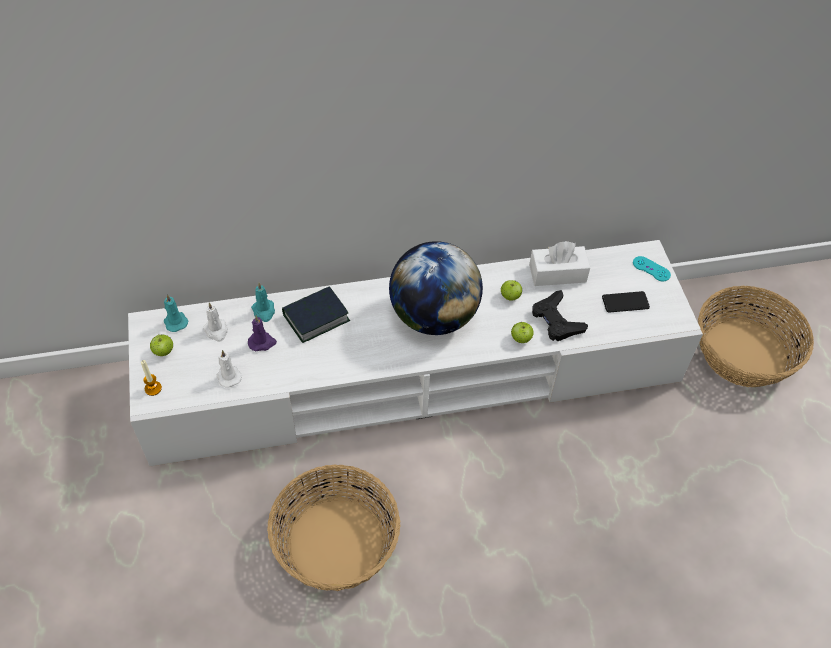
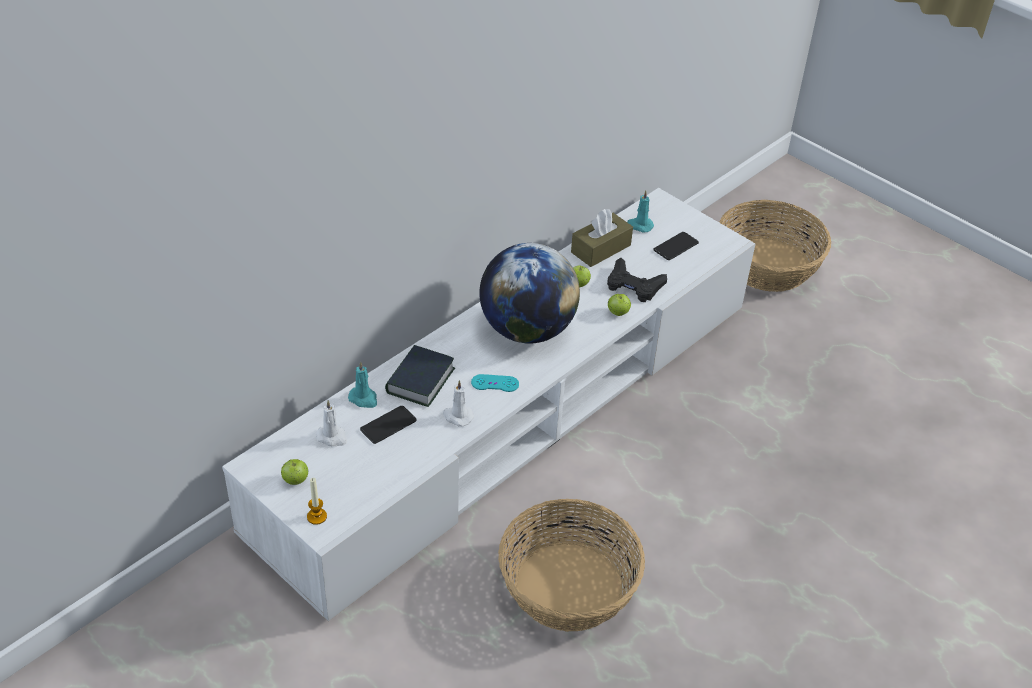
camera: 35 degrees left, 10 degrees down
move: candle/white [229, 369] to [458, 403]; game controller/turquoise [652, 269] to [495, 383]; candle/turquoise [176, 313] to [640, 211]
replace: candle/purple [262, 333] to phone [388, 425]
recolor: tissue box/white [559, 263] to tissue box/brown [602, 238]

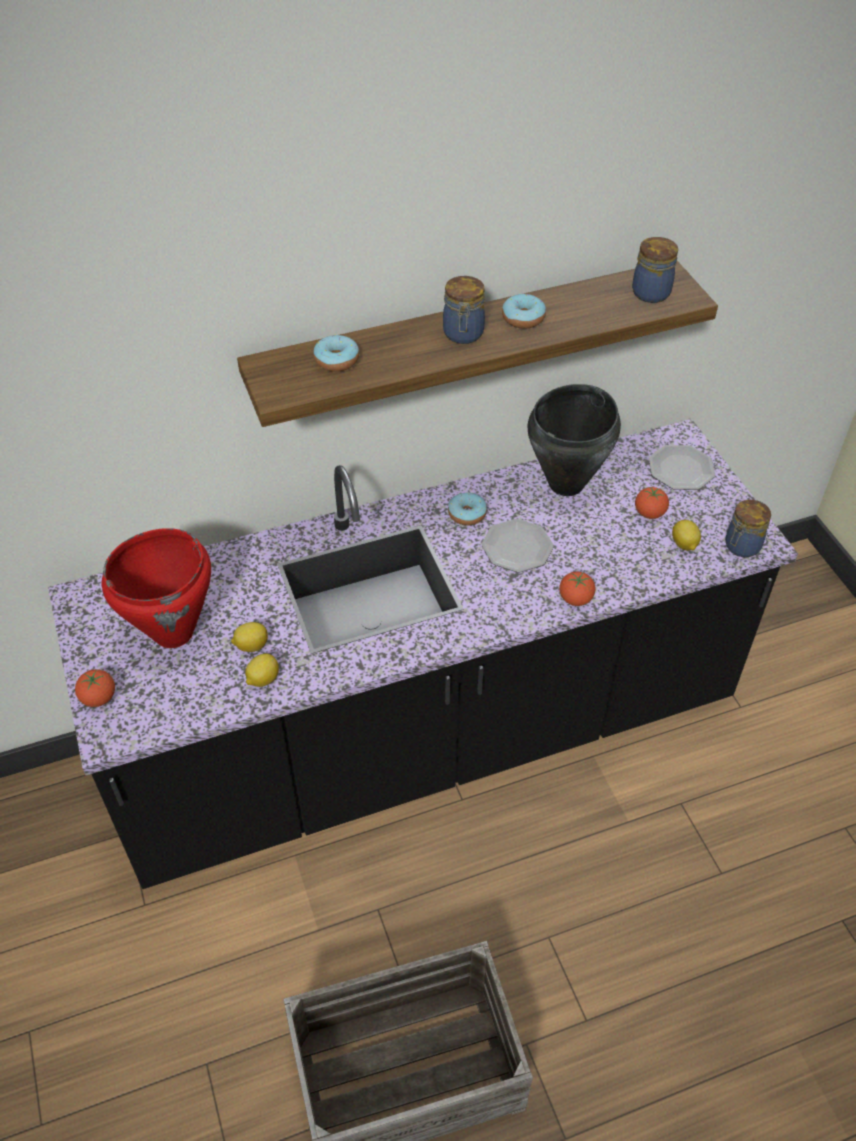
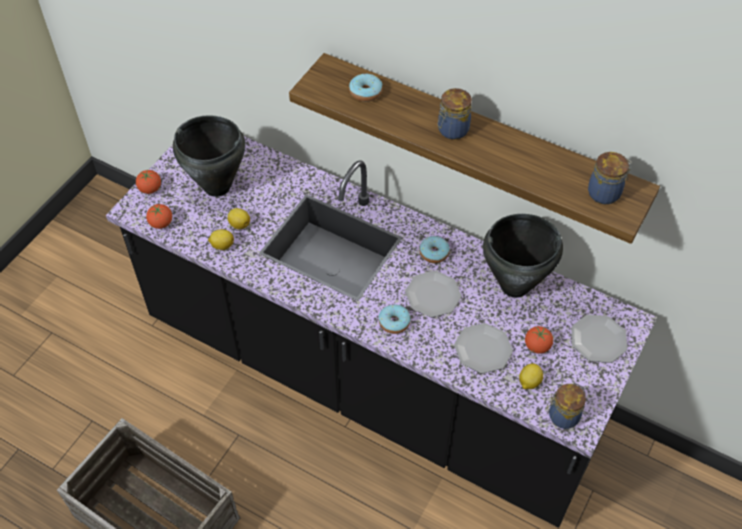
camera: 50 degrees right, 5 degrees up
insert: plate [483, 348]
move: tomato [577, 589] to [159, 216]; donut [524, 311] to [395, 319]
recolor: cooking pot/red [156, 588] to cooking pot/black [209, 156]

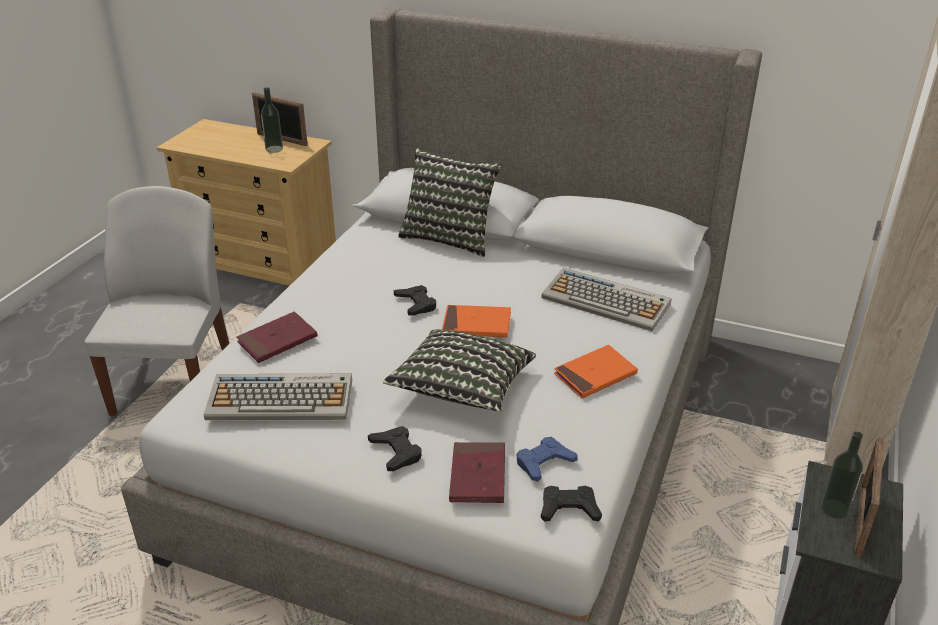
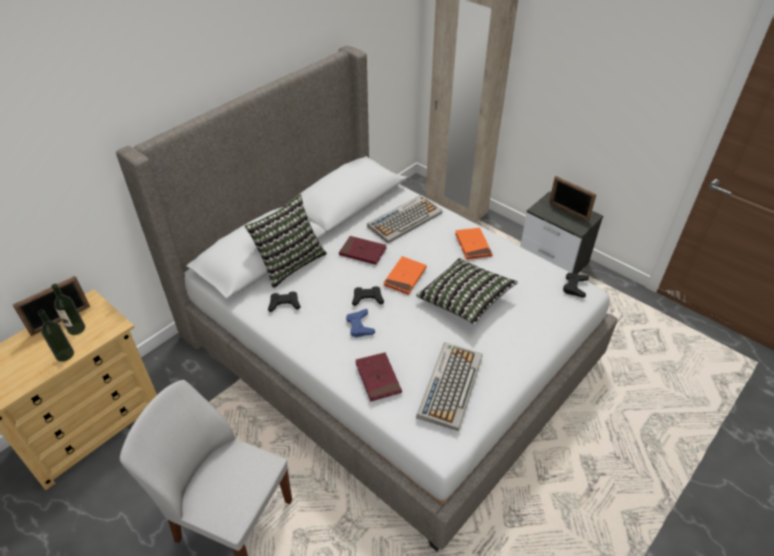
camera: 70 degrees left, 10 degrees up
move: bottle [842, 475] to [56, 336]; game controller/black [395, 448] to [284, 302]; book/red [477, 472] to [363, 250]; game controller/blue [547, 459] to [360, 323]

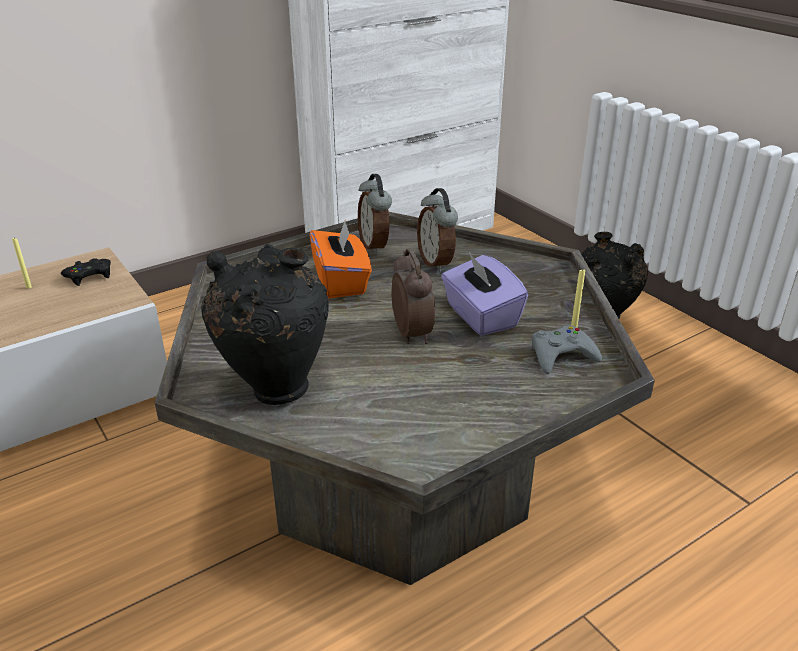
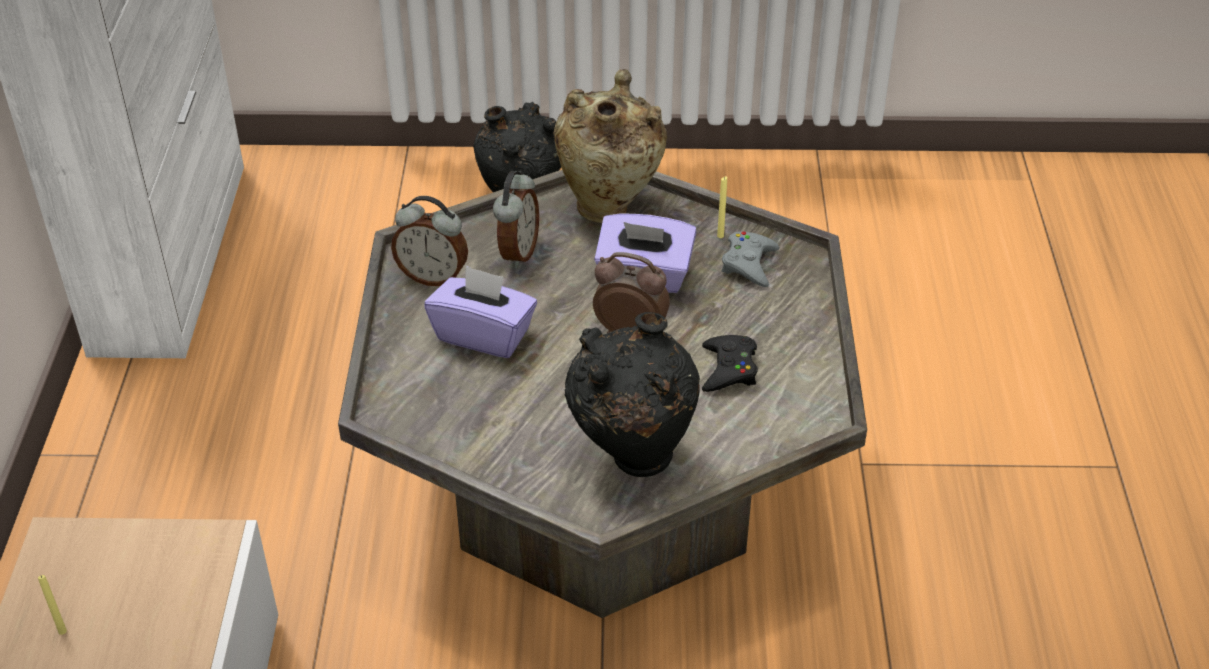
camera: 55 degrees left, 10 degrees up
insert: vase/beige [610, 146]
move: game controller/black [86, 272] to [730, 363]
recolor: tissue box/orange [340, 259] to tissue box/purple [481, 312]
rotate: alarm clock [437, 230] = [516, 219] 90 degrees counterclockwise

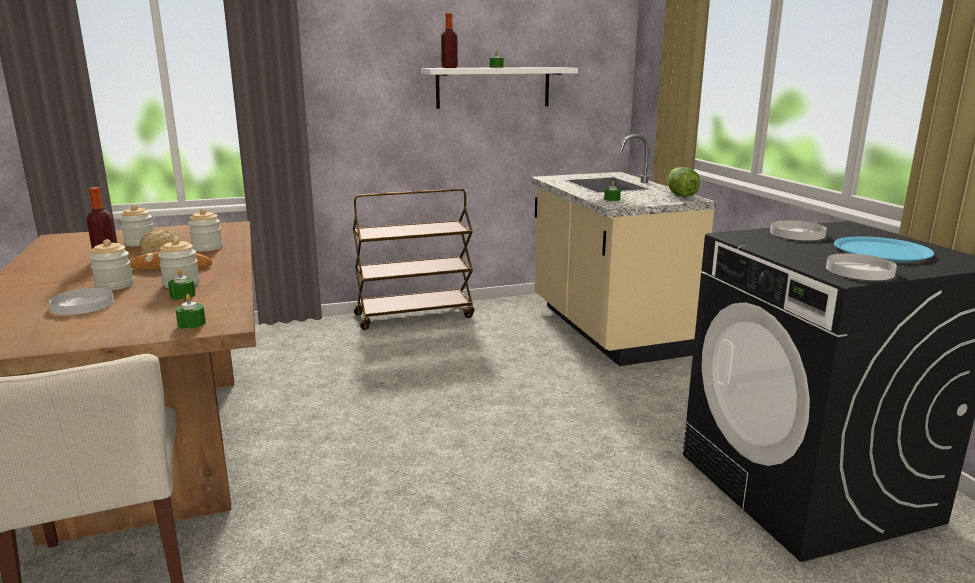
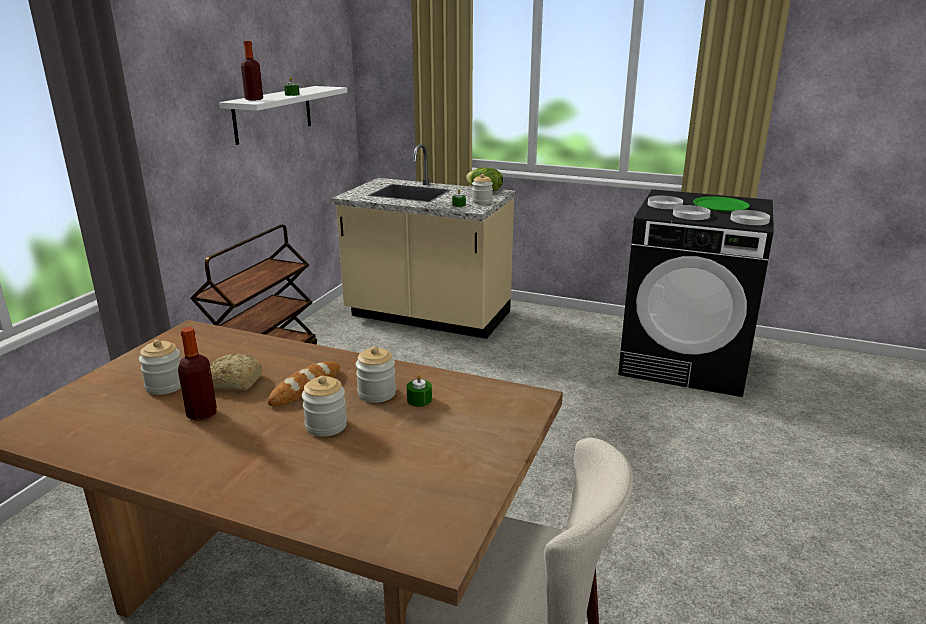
camera: 50 degrees left, 5 degrees up
delete: candle/green [190, 311]
move: jar [205, 230] to [482, 189]; plate/white [81, 301] to [692, 212]
recolor: plate/blue [884, 249] to plate/green [721, 204]

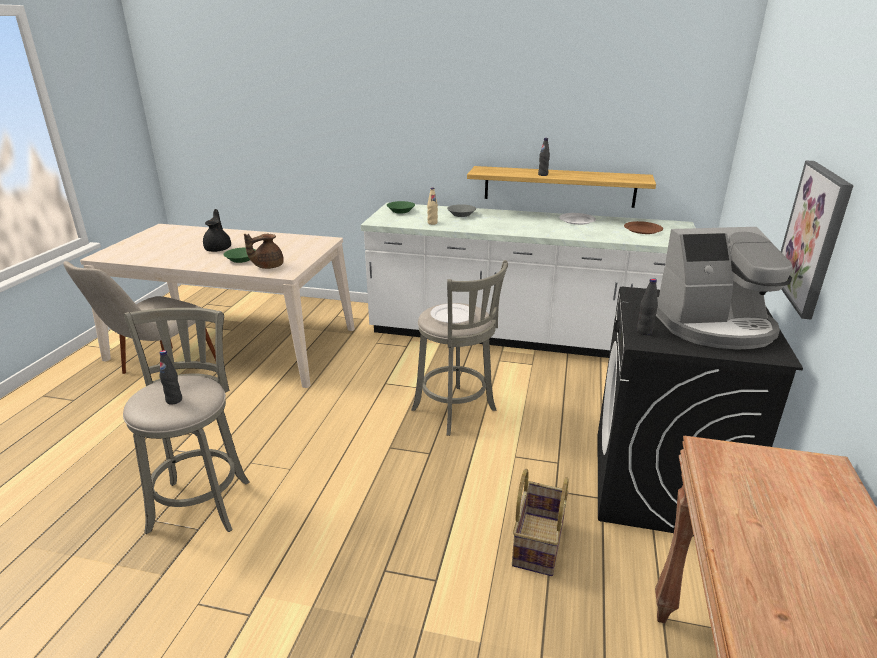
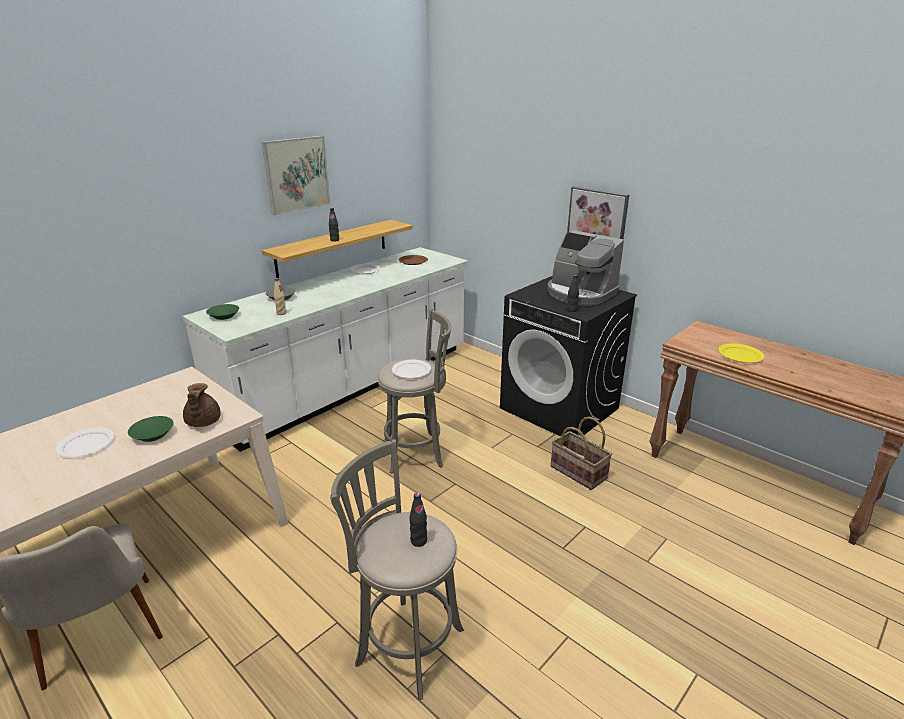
camera: 60 degrees left, 0 degrees up
insert: picture [296, 175]; plate/yellow [741, 353]
replace: teapot/black [217, 230] to plate/white [85, 442]
rotate: coffee machine [724, 288] = [585, 268] 105 degrees clockwise

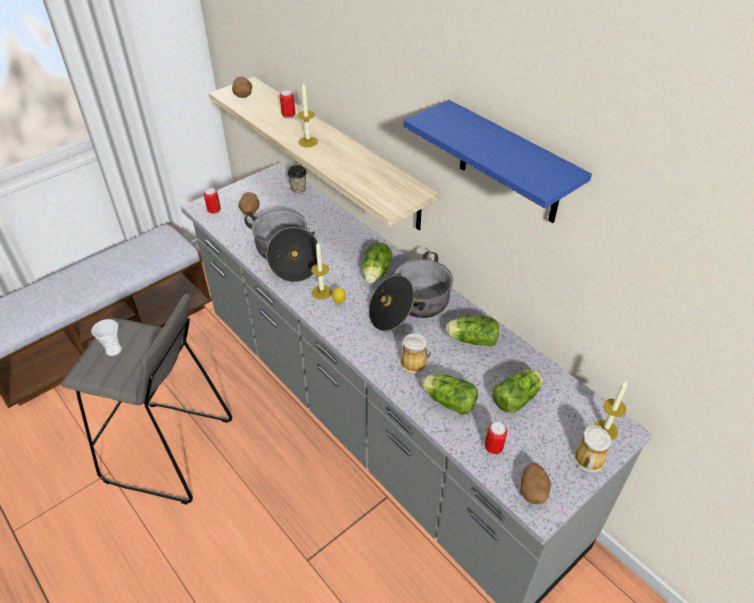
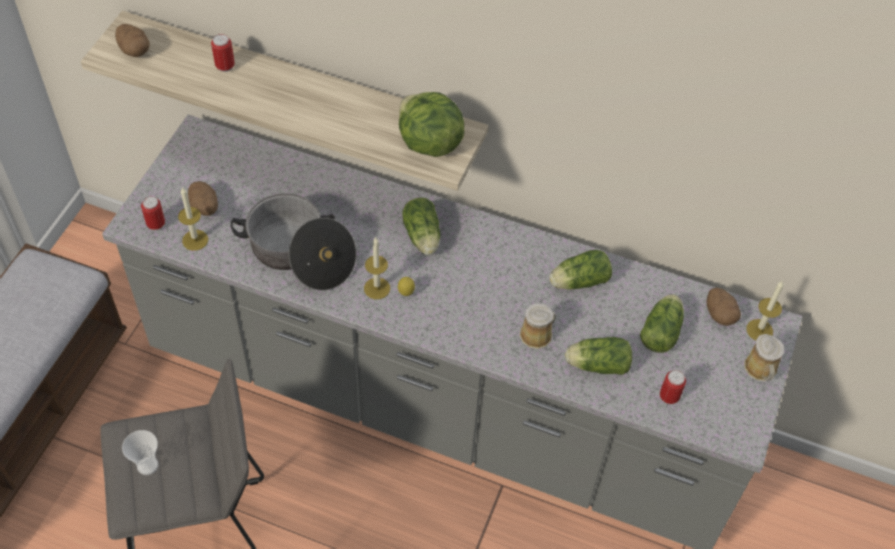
camera: 30 degrees left, 10 degrees up
delete: cup [297, 179]; cooking pot [411, 291]; shelf/blue [498, 161]
insert: lettuce [432, 124]
move: candle [307, 115] to [193, 219]; potato [535, 483] to [724, 307]

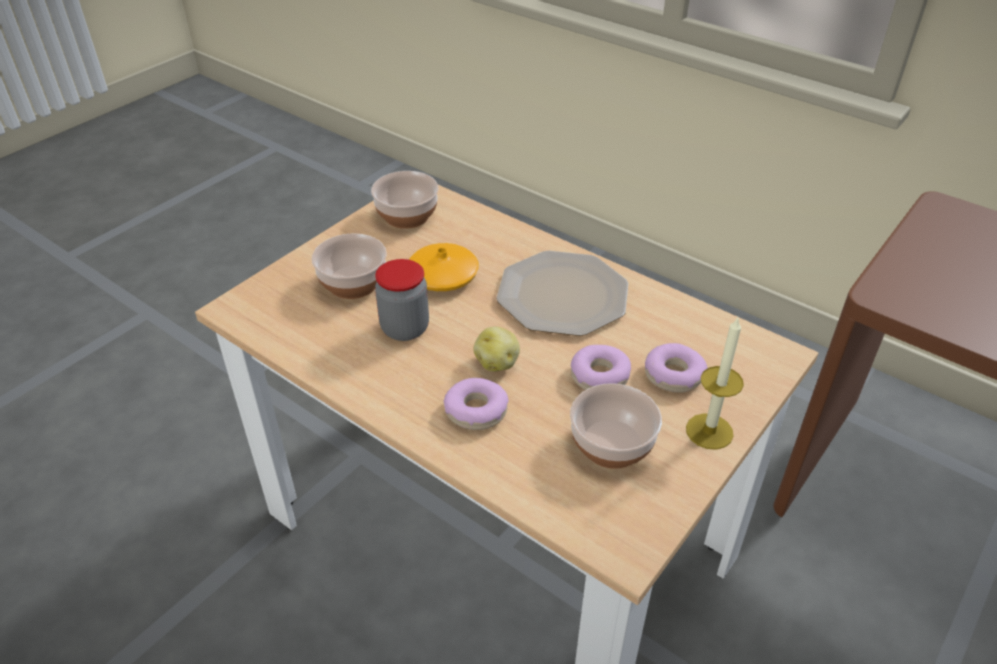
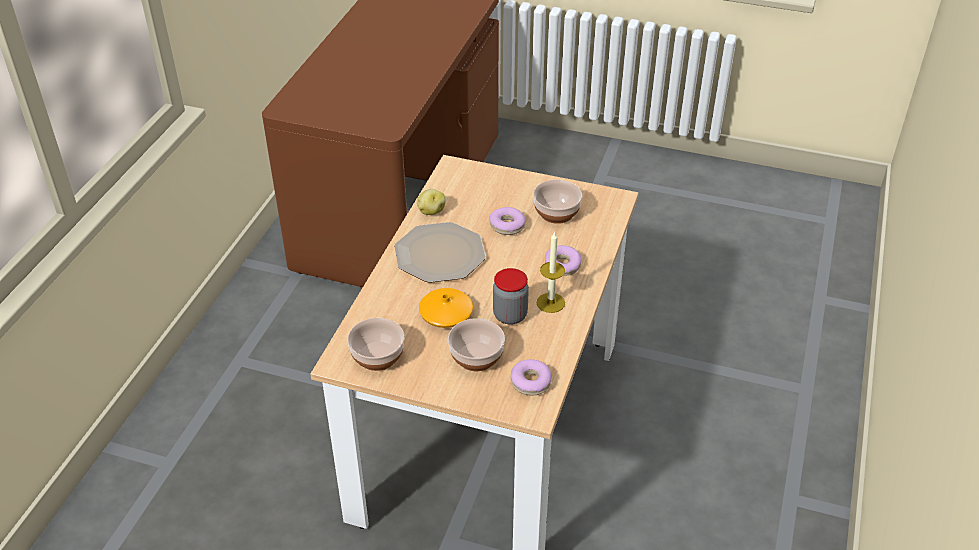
camera: 110 degrees left, 0 degrees up
move: potato [496, 349] to [431, 202]; donut [676, 368] to [531, 377]; candle [715, 384] to [551, 272]

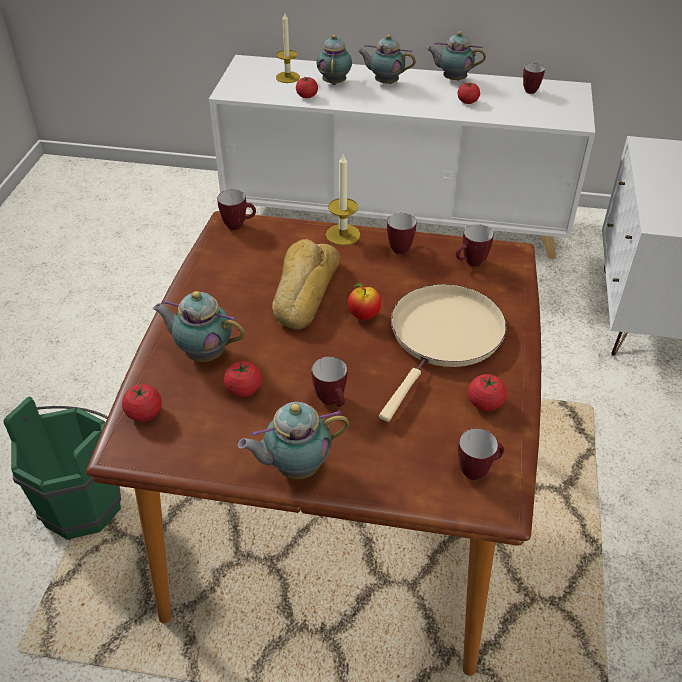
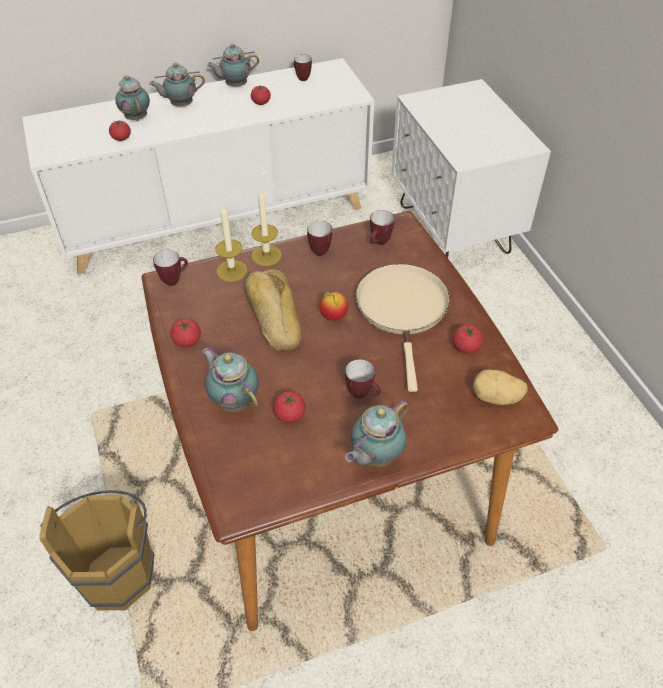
camera: 30 degrees left, 5 degrees up
move: tomato [142, 403] to [185, 333]; candle [288, 48] to [231, 244]
replace: mug [481, 454] to potato [500, 387]
recolor: bucket/green [62, 468] to bucket/brown [97, 550]
rotate: teapot [199, 326] = [230, 379] 60 degrees clockwise

